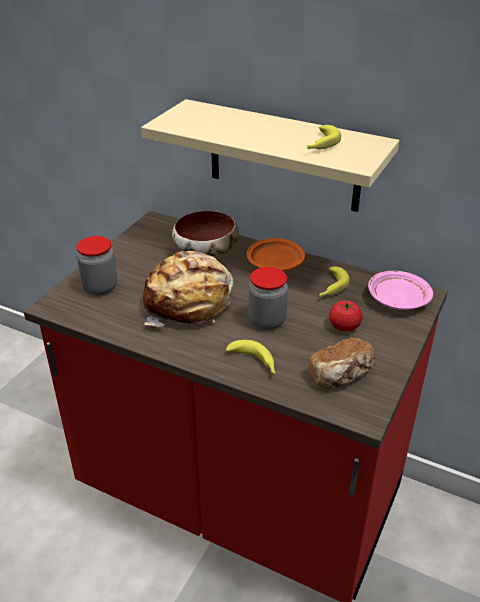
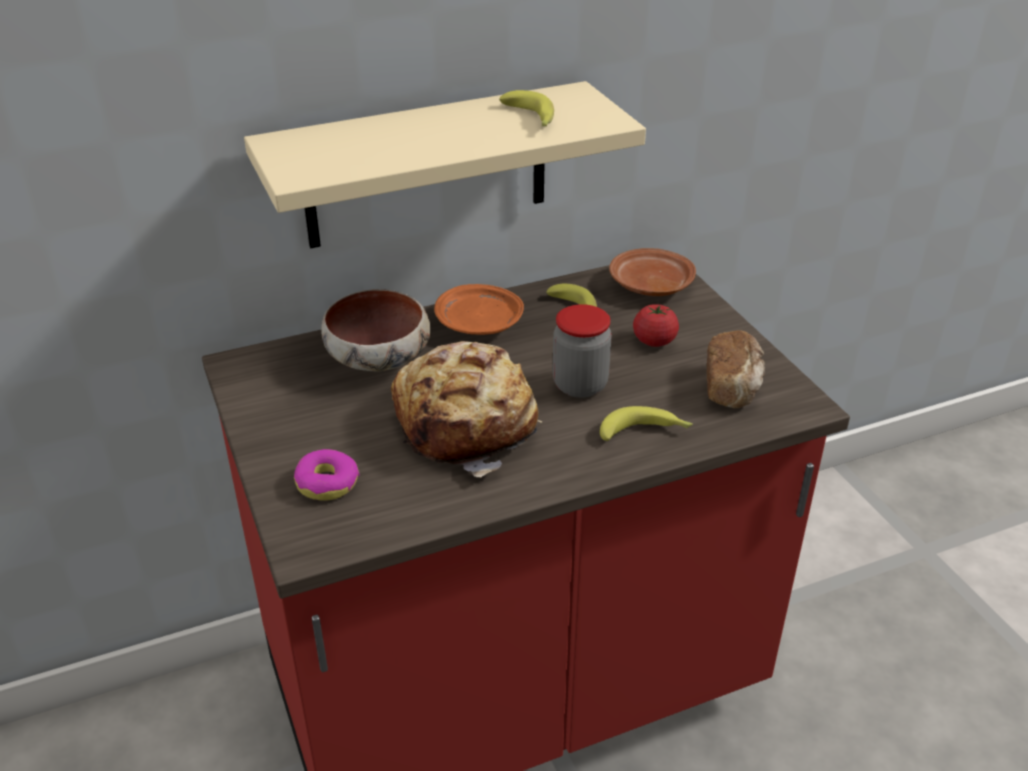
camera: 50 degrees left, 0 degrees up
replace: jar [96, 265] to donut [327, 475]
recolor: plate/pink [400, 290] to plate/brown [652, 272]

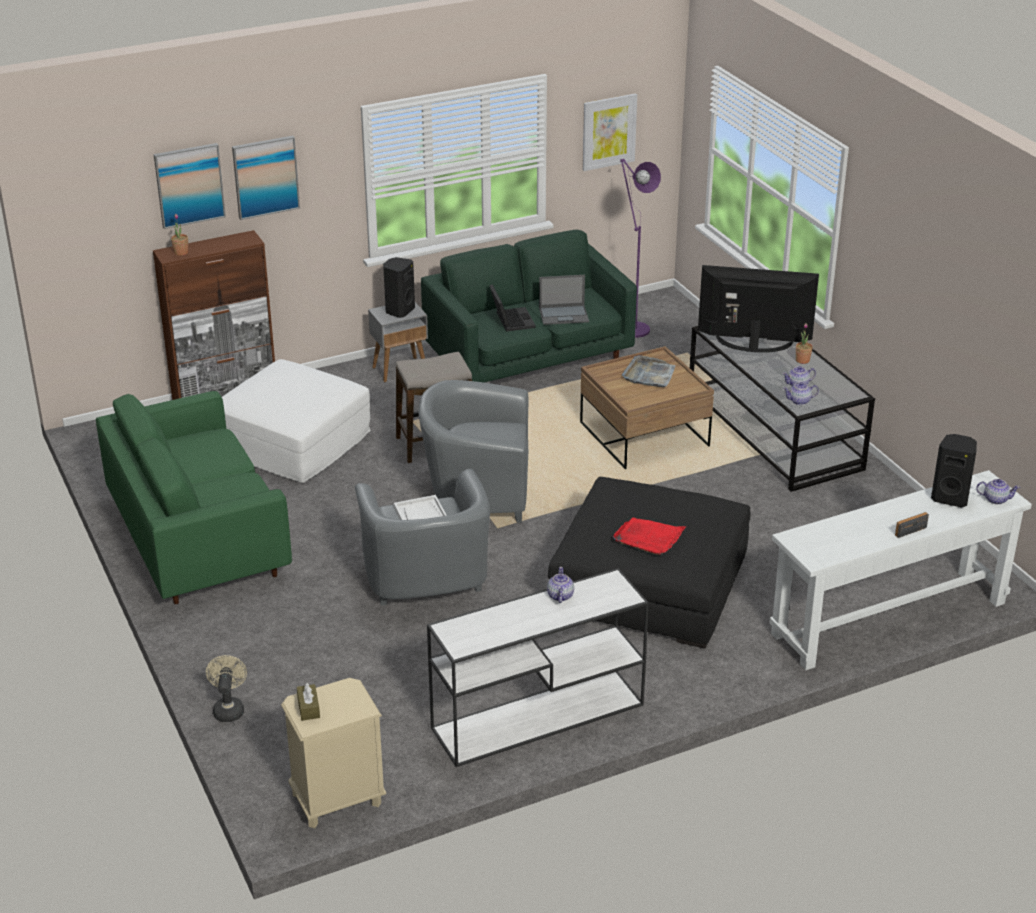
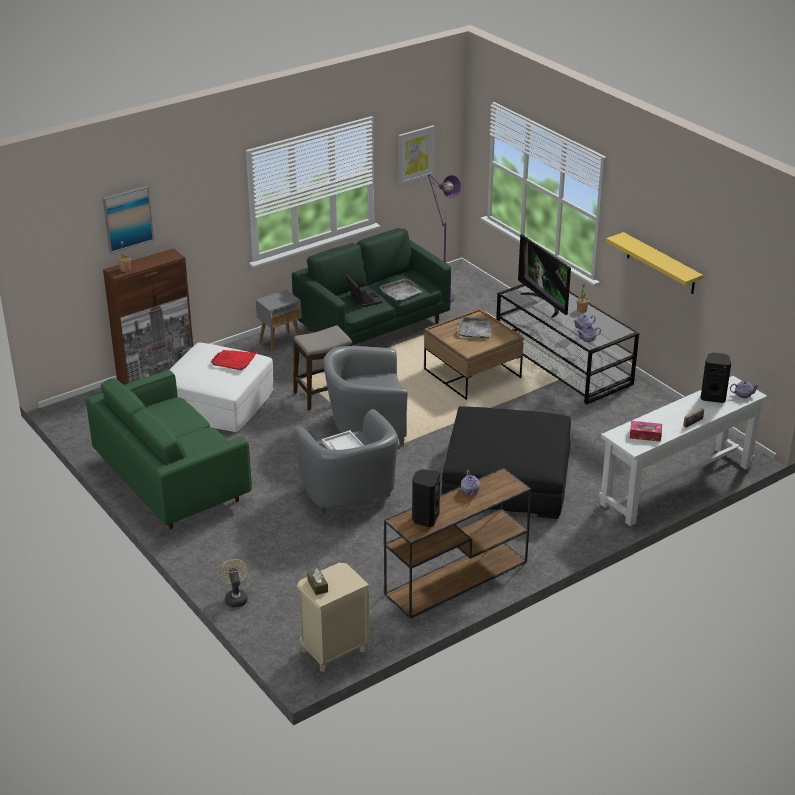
camera: 10 degrees left, 0 degrees up
delete: picture [266, 178]
insert: shelf/yellow [654, 263]; tissue box [646, 431]
move: tray/red [649, 536] to [233, 360]; speaker/black [399, 287] to [426, 498]
replace: laptop [564, 300] to tray/grey [401, 290]
recolor: console table/white [537, 667] to console table/brown [457, 543]
rotate: television [758, 308] = [544, 276] 120 degrees counterclockwise

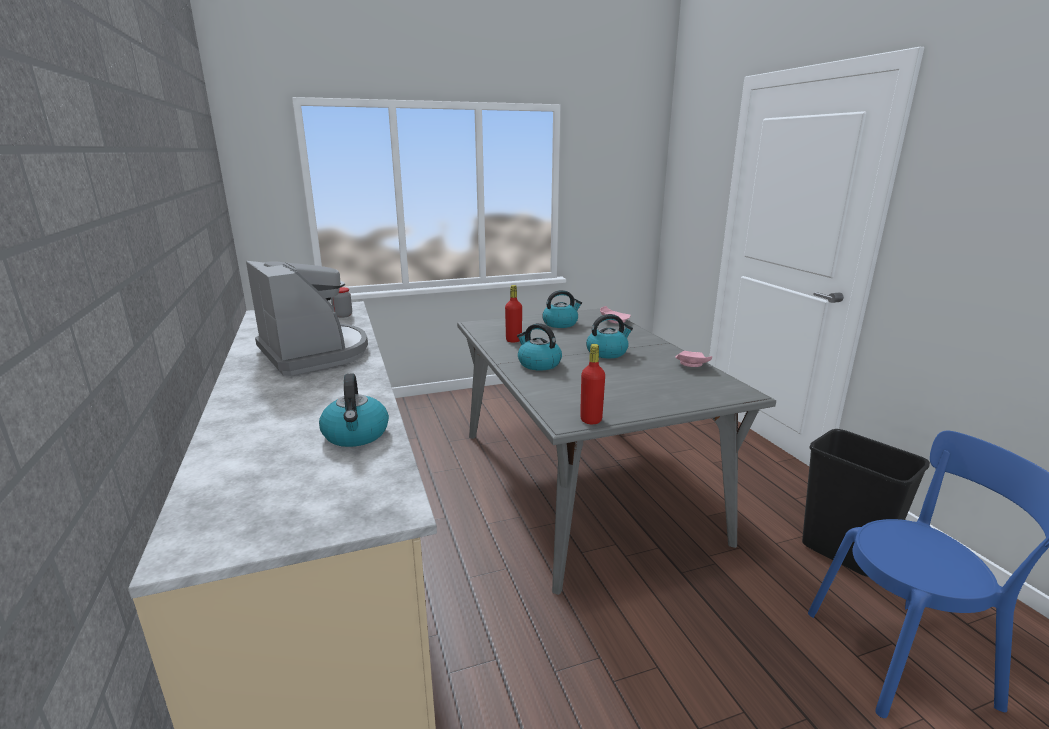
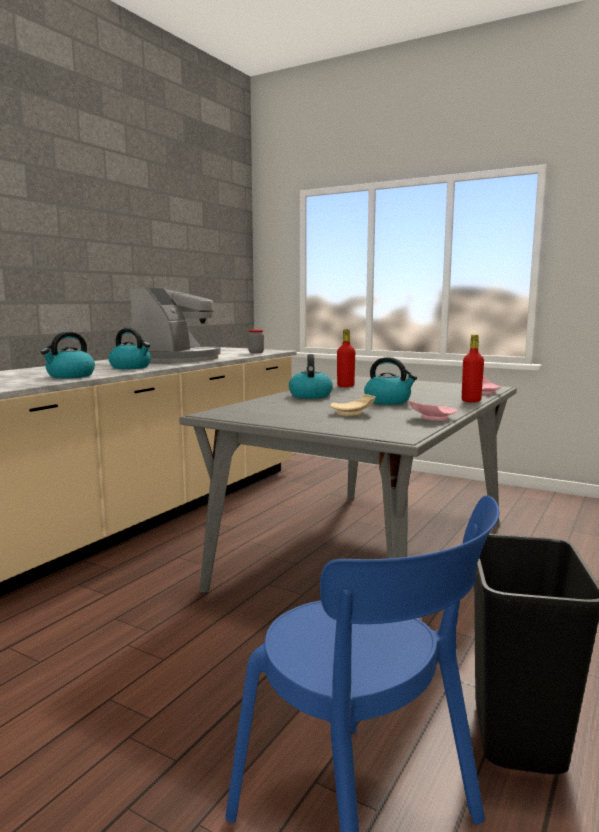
camera: 50 degrees right, 10 degrees down
insert: plate/beige [352, 405]
move: kettle [562, 309] to [129, 348]; bottle/red [592, 384] to [473, 368]

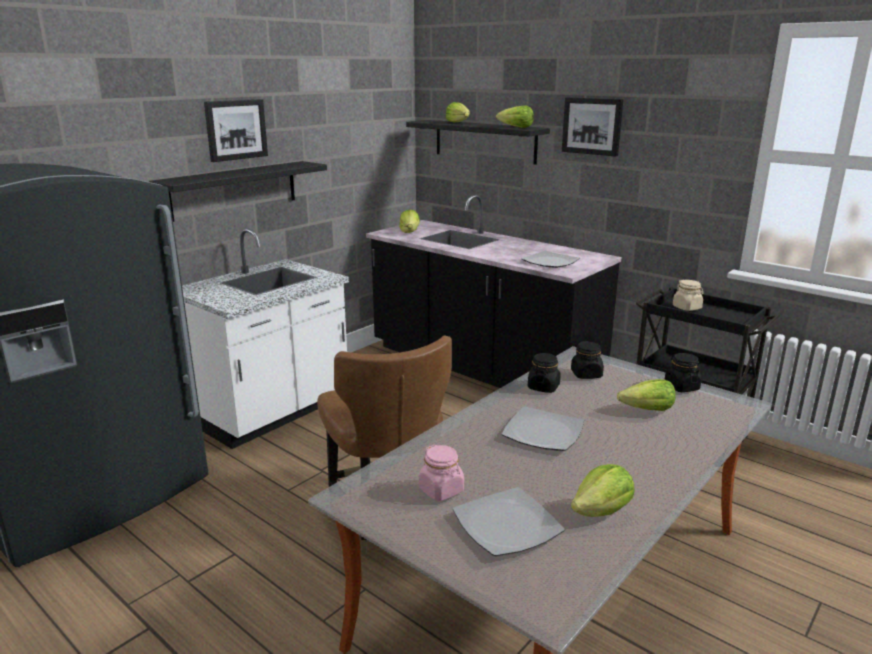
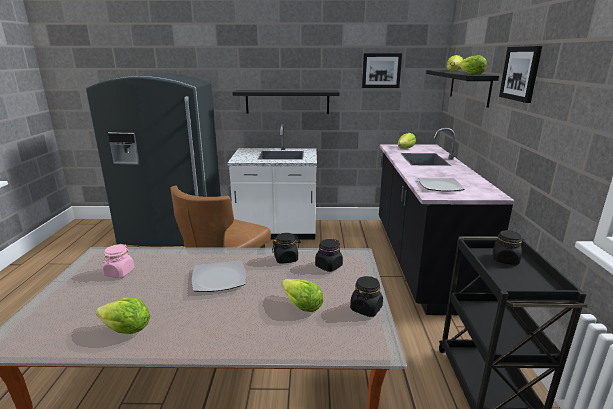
camera: 50 degrees right, 0 degrees up
delete: plate [509, 521]
move: picture [236, 130] to [382, 70]
recolor: jar/beige [688, 295] to jar/black [507, 247]

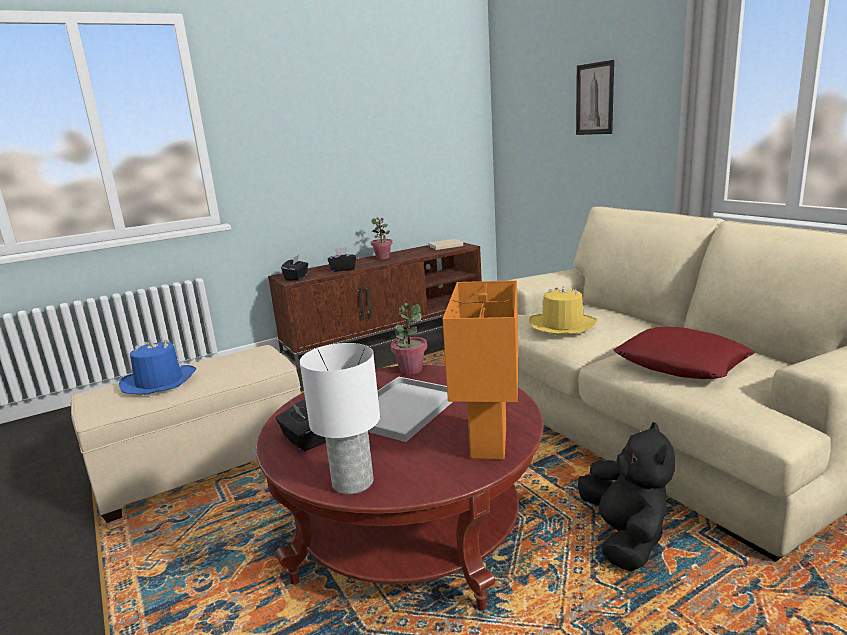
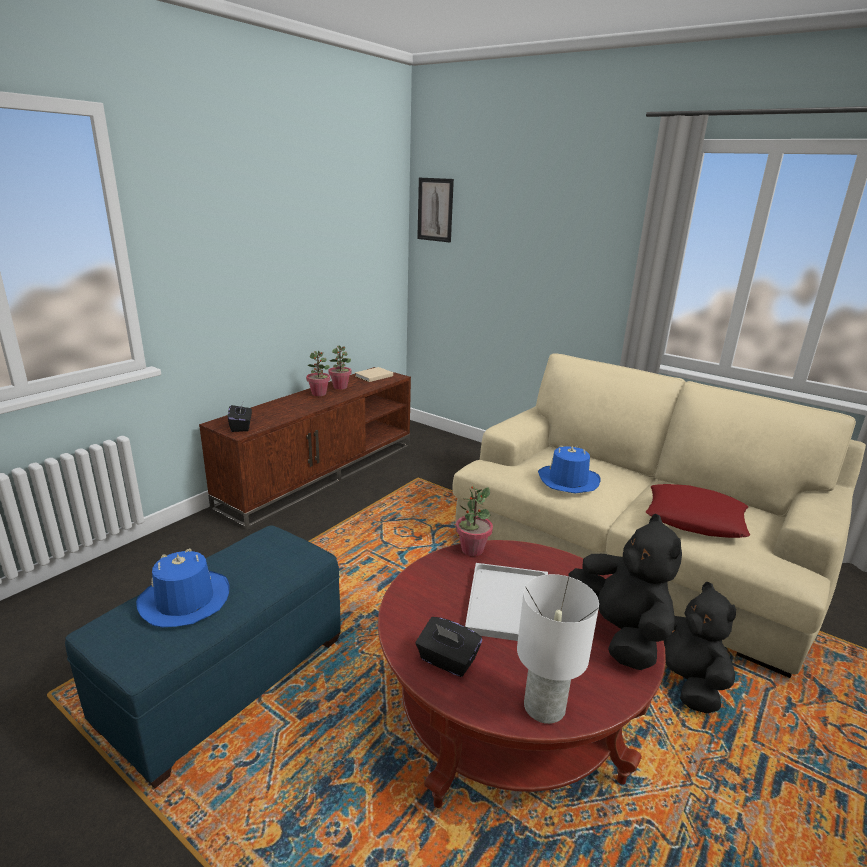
camera: 25 degrees left, 5 degrees up
delete: tissue box/black [342, 259]
insert: potted plant [339, 367]
move: picture [595, 97] to [435, 210]
replace: table lamp/orange [481, 370] to plush toy/black [625, 592]
recolor: ottoman/beige [185, 434] to ottoman/blue [203, 657]; hat/yellow [563, 310] to hat/blue [569, 469]

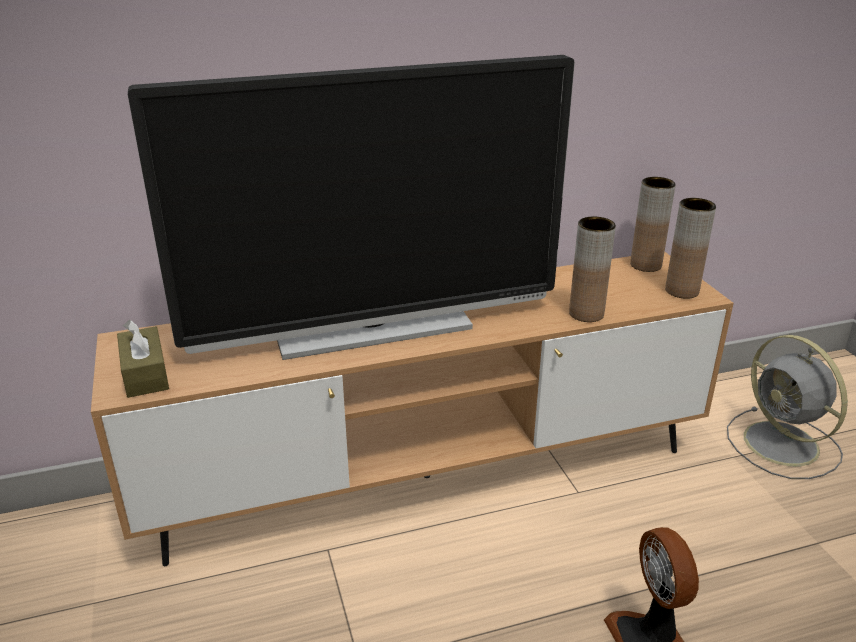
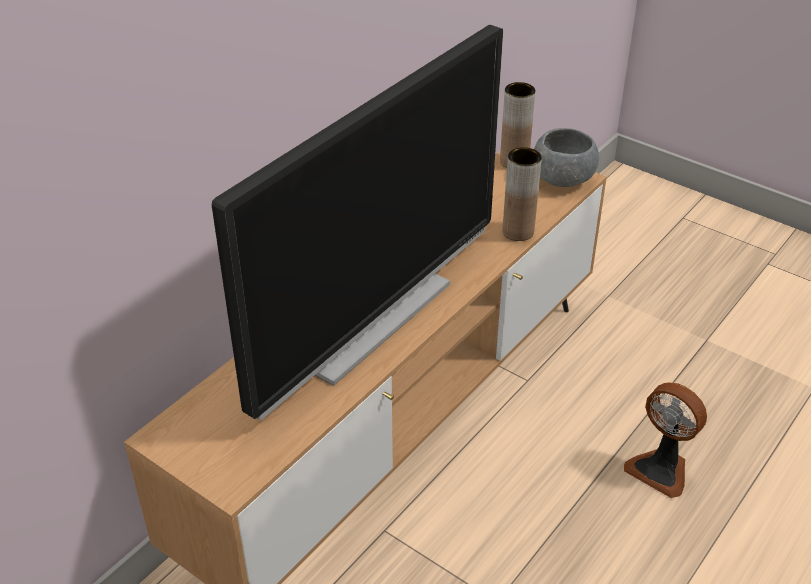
camera: 35 degrees left, 10 degrees up
delete: tissue box/brown [143, 359]; fan/grey [787, 407]
replace: vase/brown [690, 248] to bowl/grey [566, 157]

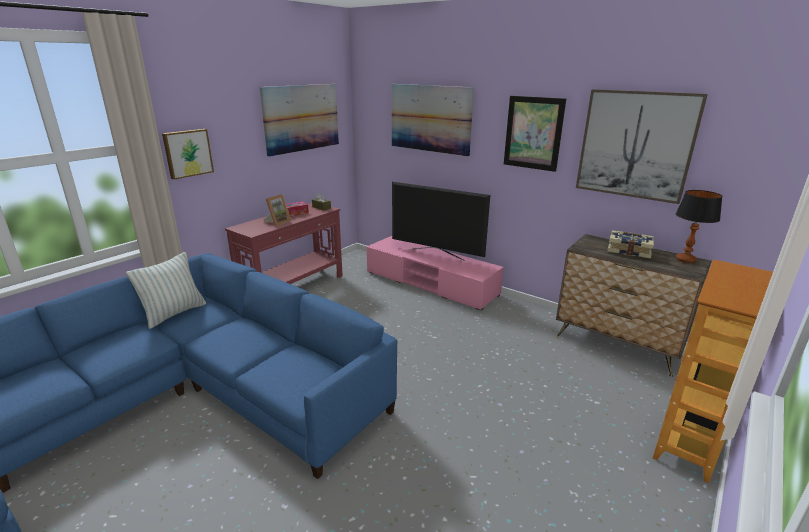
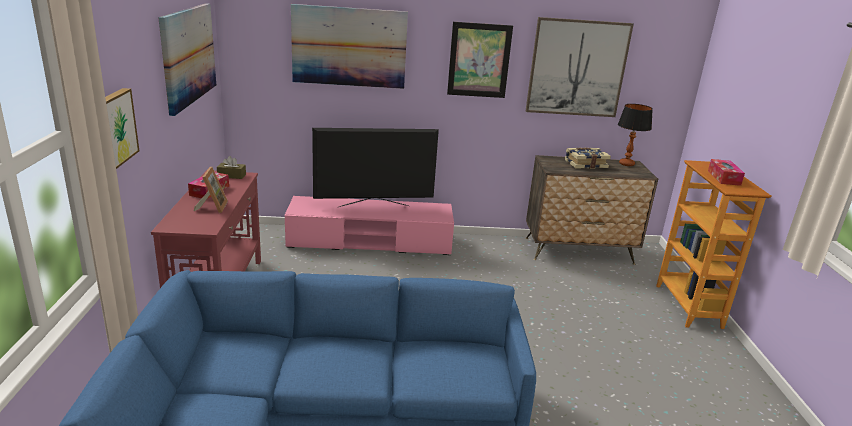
camera: 40 degrees left, 0 degrees up
delete: pillow [166, 290]
insert: tissue box [726, 172]

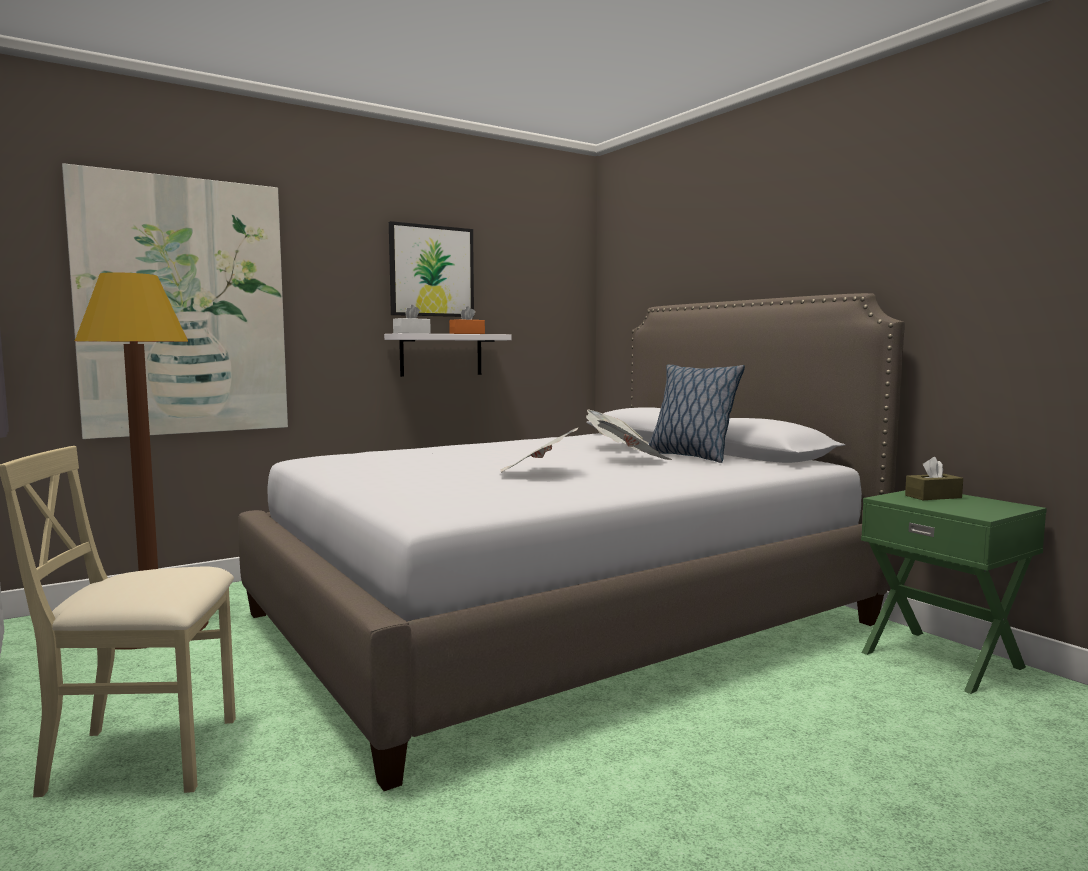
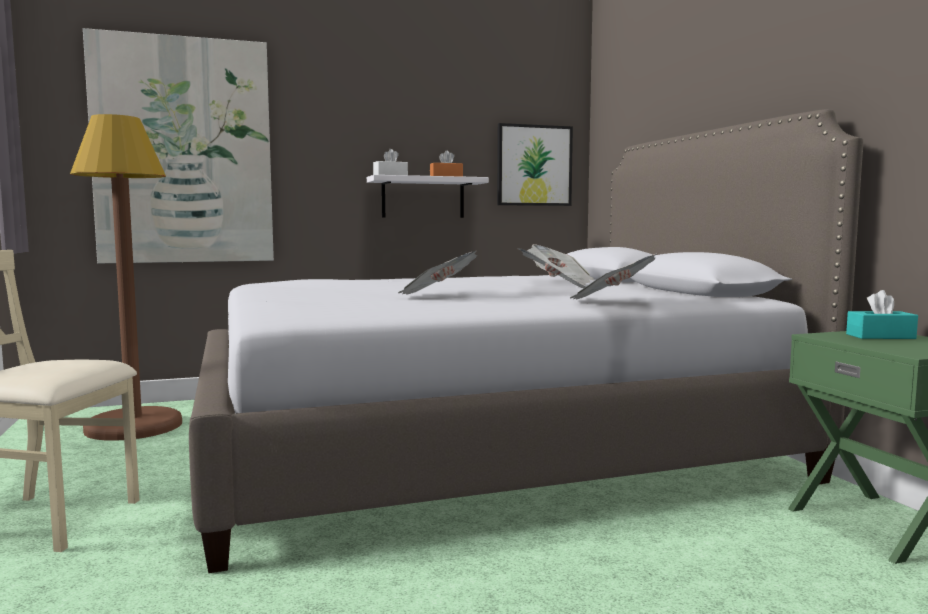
camera: 15 degrees right, 0 degrees up
delete: pillow [697, 414]
insert: newspaper [614, 276]
move: picture [431, 269] to [535, 164]
recolor: tissue box/brown [934, 478] to tissue box/turquoise [882, 314]

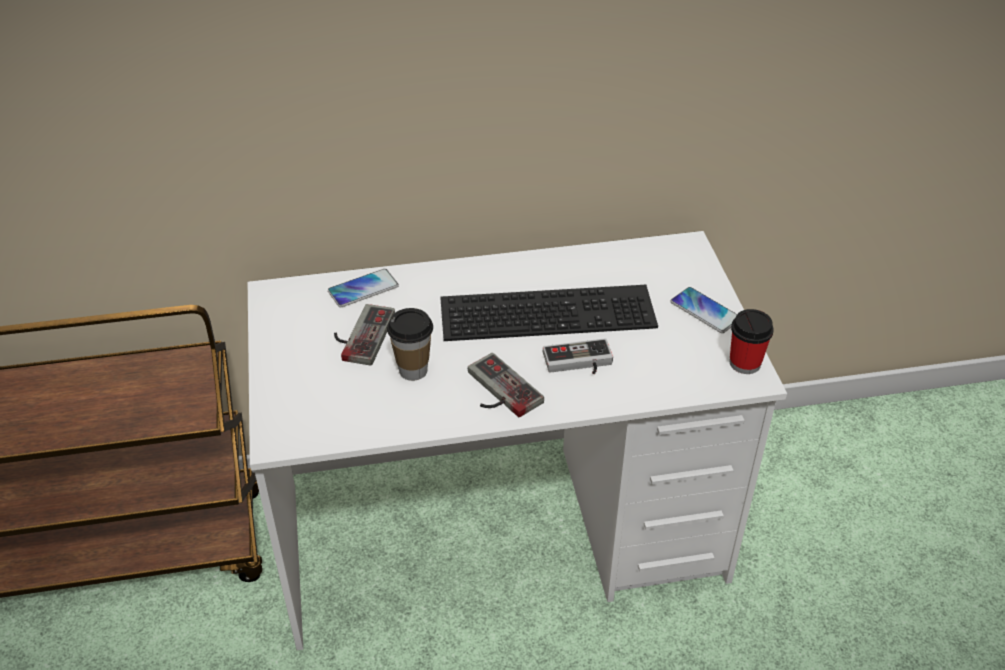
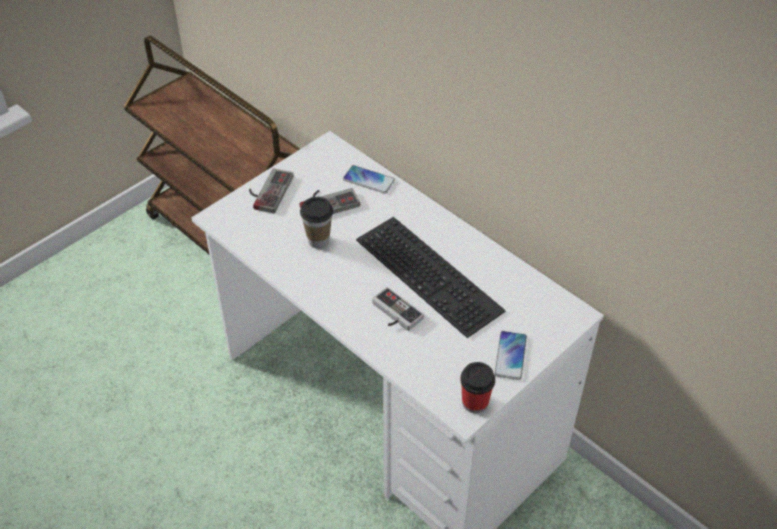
camera: 55 degrees right, 5 degrees up
move: game controller [506, 385] to [271, 190]

